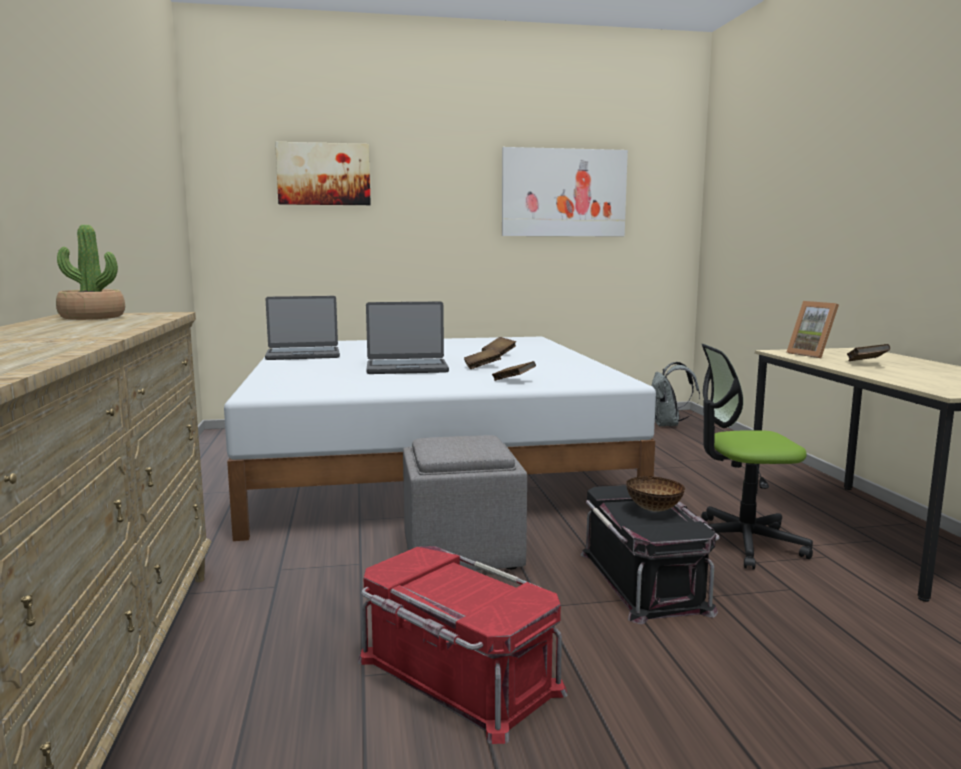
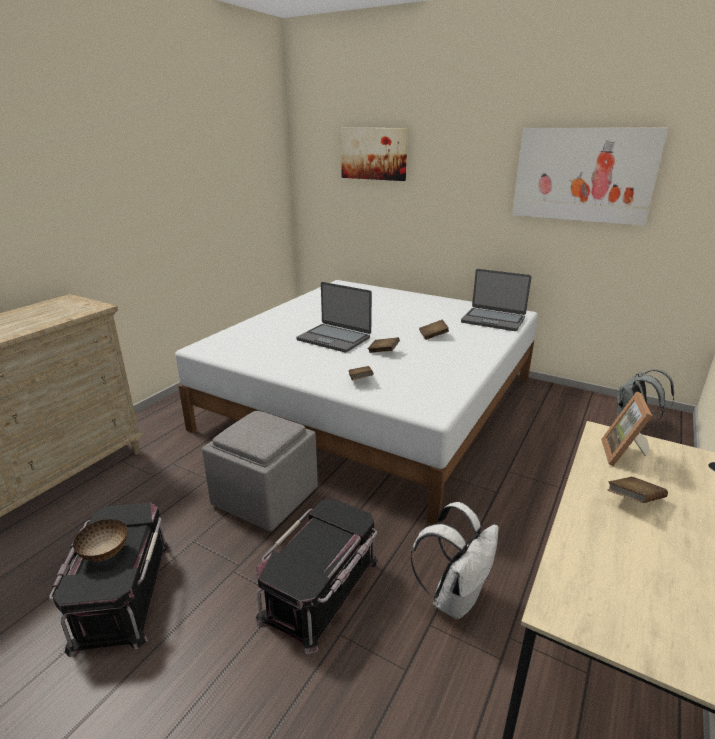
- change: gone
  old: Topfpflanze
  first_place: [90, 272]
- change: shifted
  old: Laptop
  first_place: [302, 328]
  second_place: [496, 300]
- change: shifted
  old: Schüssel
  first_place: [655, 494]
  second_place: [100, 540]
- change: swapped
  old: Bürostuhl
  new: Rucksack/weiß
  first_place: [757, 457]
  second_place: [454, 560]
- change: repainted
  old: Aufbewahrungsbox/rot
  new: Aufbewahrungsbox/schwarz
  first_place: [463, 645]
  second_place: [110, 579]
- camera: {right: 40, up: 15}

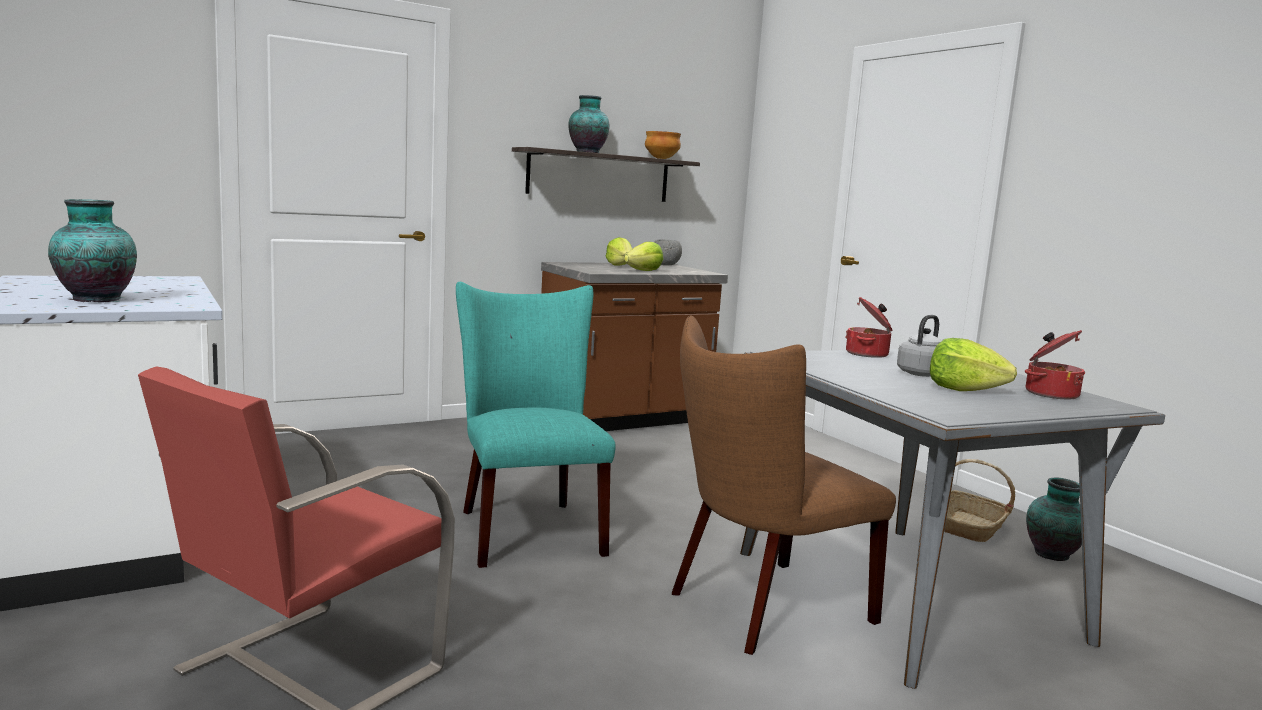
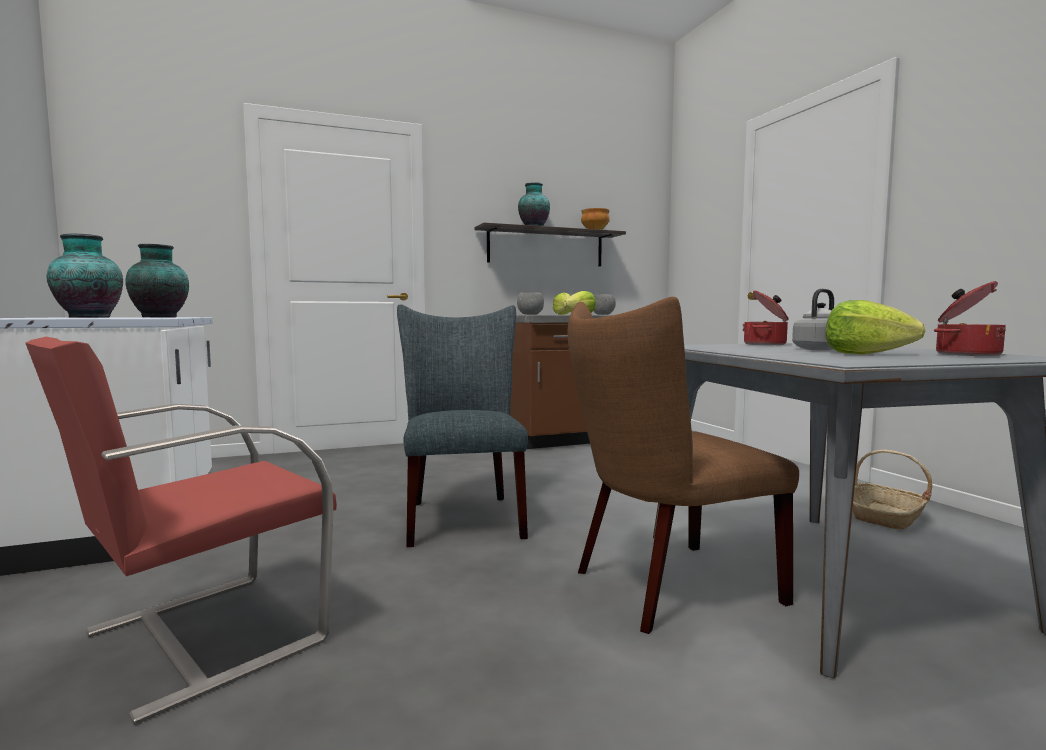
- change: new
  new: Schüssel/grau
  second_place: [530, 303]
- change: shifted
  old: Vase
  first_place: [1054, 519]
  second_place: [157, 280]
- change: repainted
  old: Stuhl/türkis
  new: Stuhl/grau
  first_place: [536, 425]
  second_place: [462, 425]
- camera: {right: 10, up: -5}

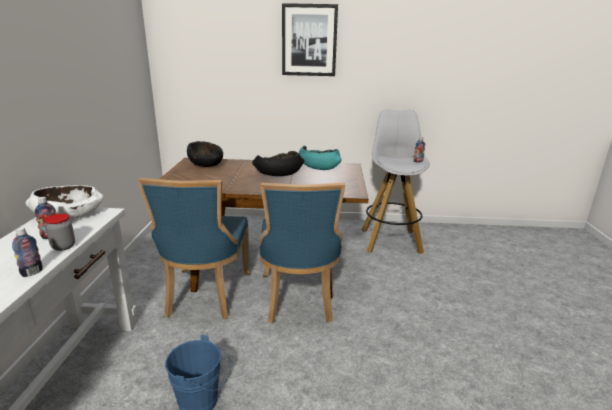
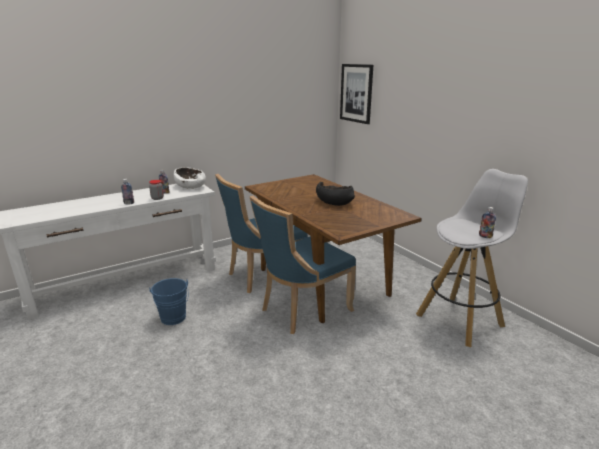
- change: gone
  old: Schüssel/schwarz
  first_place: [205, 154]
- change: gone
  old: Schüssel/türkis
  first_place: [320, 158]
- change: shifted
  old: Bild
  first_place: [310, 39]
  second_place: [356, 94]
- camera: {right: 55, up: 0}

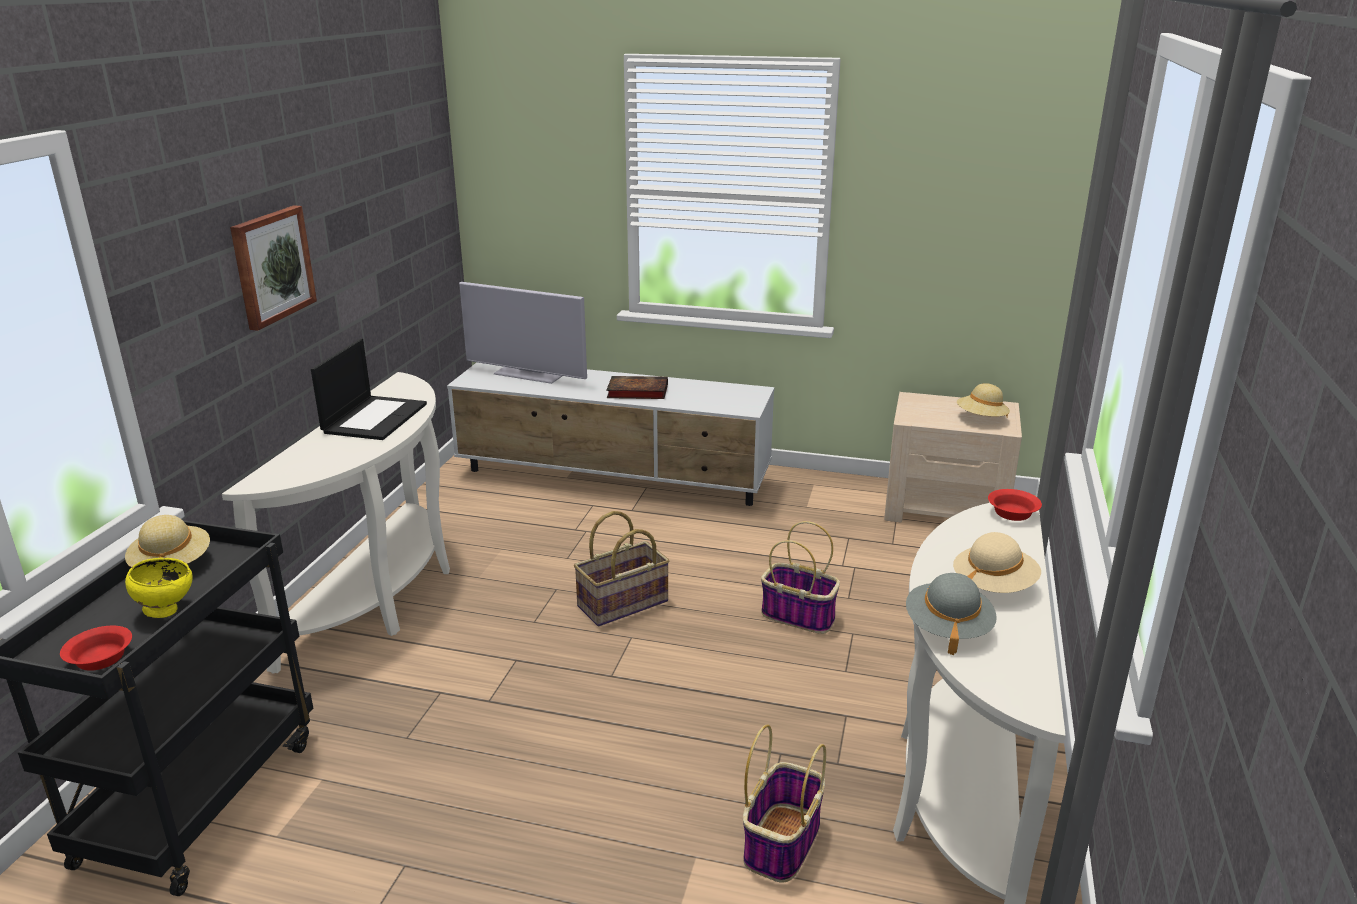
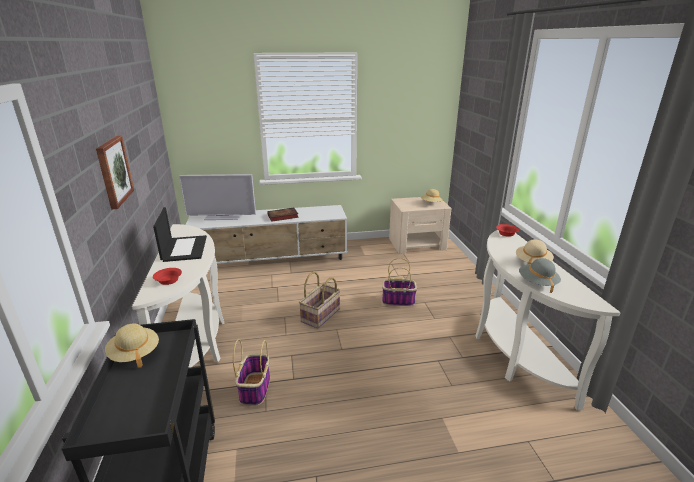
- change: gone
  old: Schüssel/gelb
  first_place: [159, 587]
- change: shifted
  old: Schüssel/rot
  first_place: [96, 648]
  second_place: [167, 276]
- change: shifted
  old: Korb
  first_place: [784, 803]
  second_place: [251, 372]
- camera: {right: -25, up: 0}

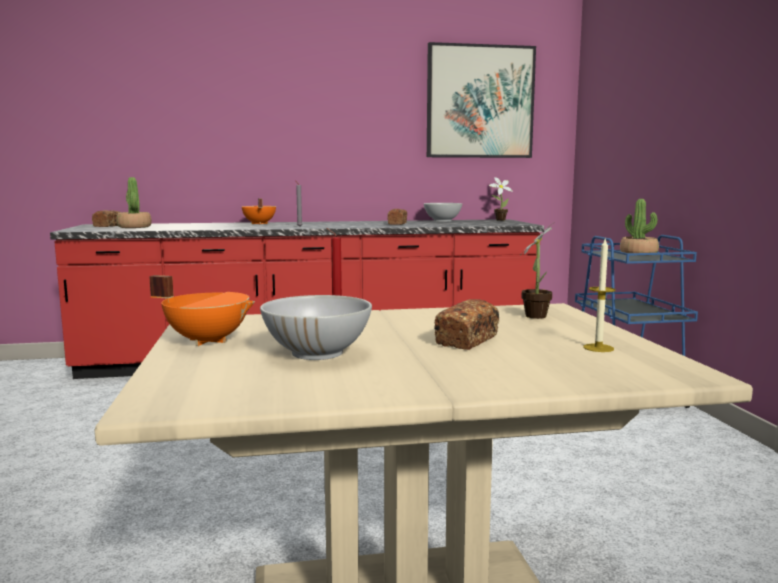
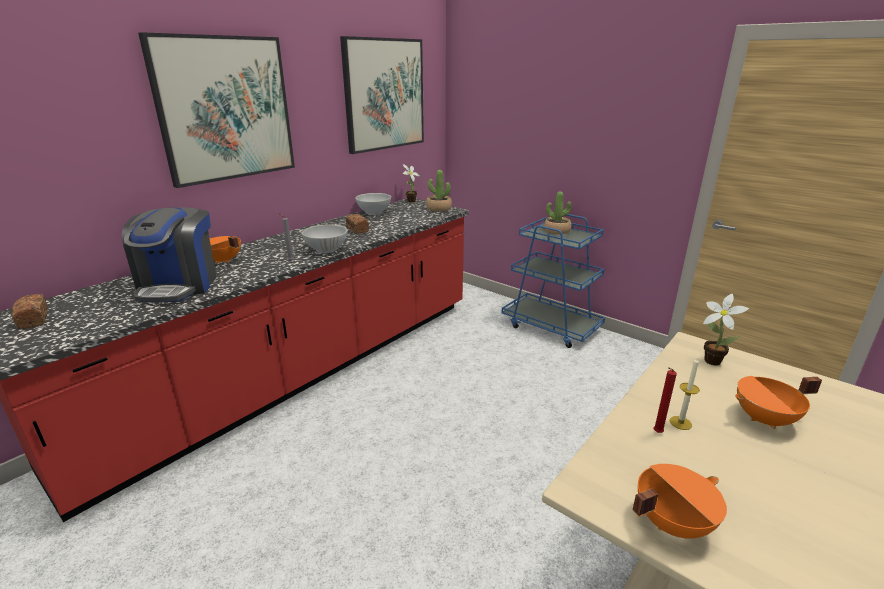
- change: new
  new: Kaffeemaschine
  second_place: [169, 254]
- change: new
  new: Bild
  second_place: [216, 110]
- change: shifted
  old: Topfpflanze
  first_place: [134, 202]
  second_place: [439, 191]
- change: shifted
  old: Schüssel/weiß
  first_place: [316, 327]
  second_place: [324, 238]
- change: shifted
  old: Kerze
  first_place: [599, 295]
  second_place: [685, 393]
- change: swapped
  old: Brot
  new: Kochtopf/orange
  first_place: [466, 324]
  second_place: [778, 402]
- camera: {right: -40, up: 15}

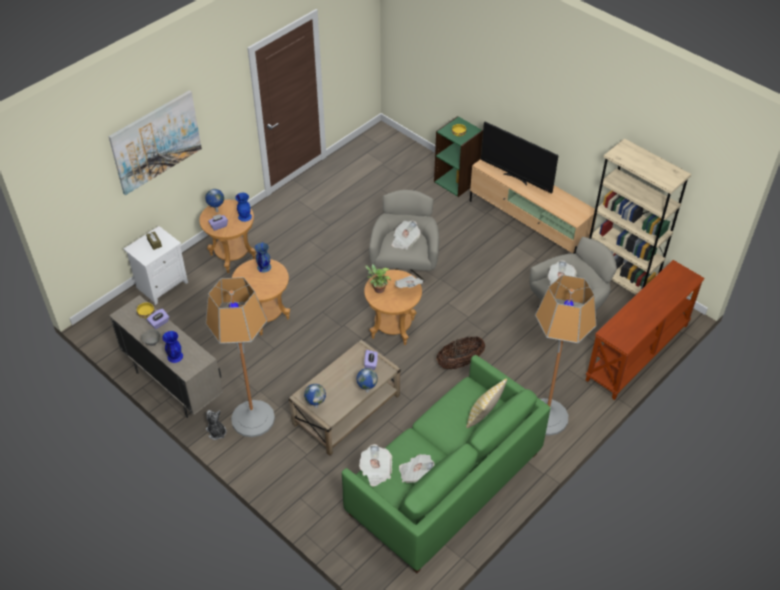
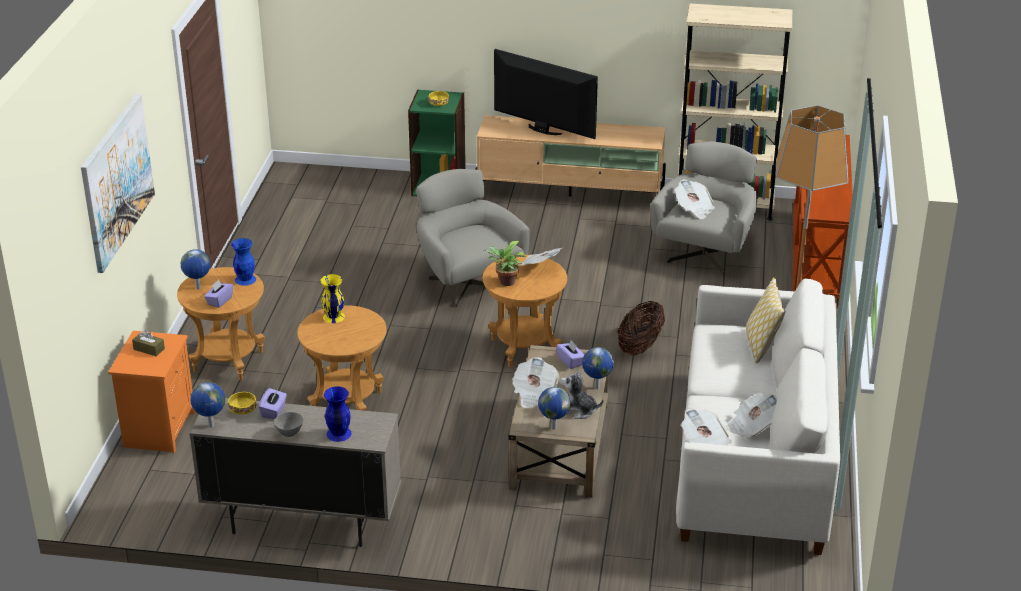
- change: gone
  old: Stehlampe
  first_place: [240, 357]
- change: new
  new: Globus
  second_place: [208, 404]
- change: shifted
  old: Plüschtier
  first_place: [216, 425]
  second_place: [581, 394]
- change: shifted
  old: Zeitung
  first_place: [406, 235]
  second_place: [535, 382]
- change: repainted
  old: Nachttisch/weiß
  new: Nachttisch/orange
  first_place: [155, 265]
  second_place: [151, 392]
- change: repainted
  old: Vase/blau
  new: Vase/gelb
  first_place: [263, 257]
  second_place: [332, 298]
- change: repainted
  old: Sofa/grün
  new: Sofa/weiß
  first_place: [446, 464]
  second_place: [758, 417]
- change: rotated
  old: Fernseher
  first_place: [520, 158]
  second_place: [546, 94]
  degrees: -150
- camera: {right: -35, up: -15}

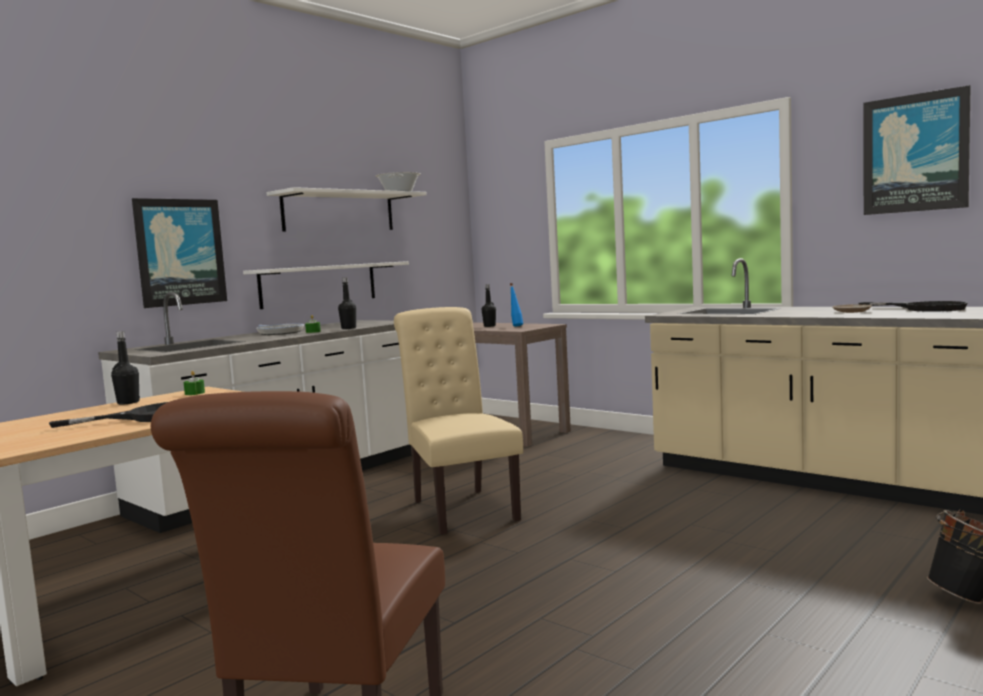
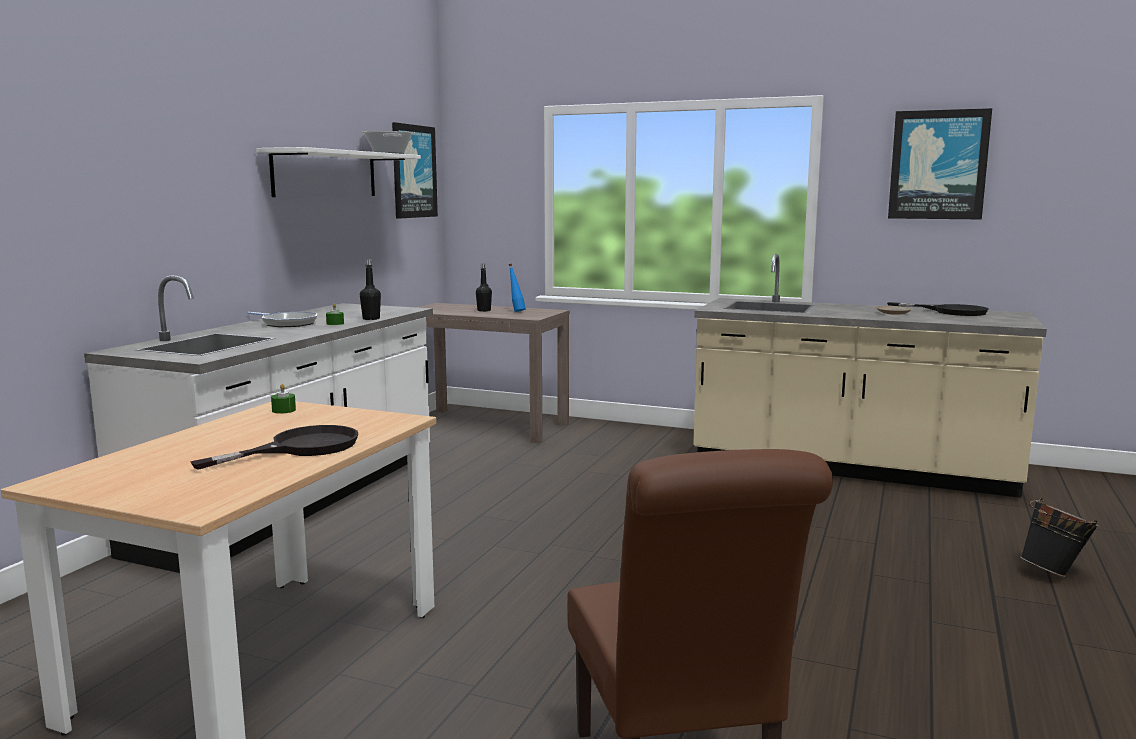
- change: gone
  old: Flasche/schwarz
  first_place: [125, 368]
- change: gone
  old: Wandregal/weiß
  first_place: [326, 285]
- change: gone
  old: Stuhl/beige
  first_place: [458, 421]
- change: shifted
  old: Bild
  first_place: [179, 253]
  second_place: [415, 170]
- camera: {right: -20, up: 5}

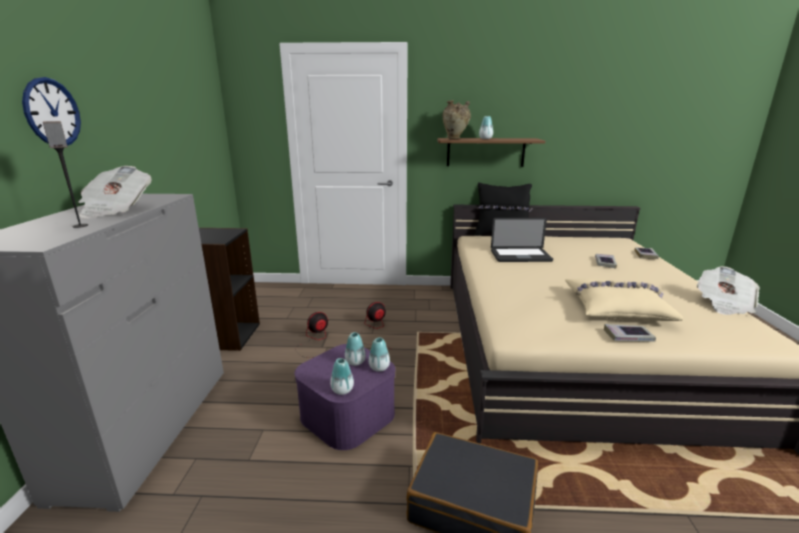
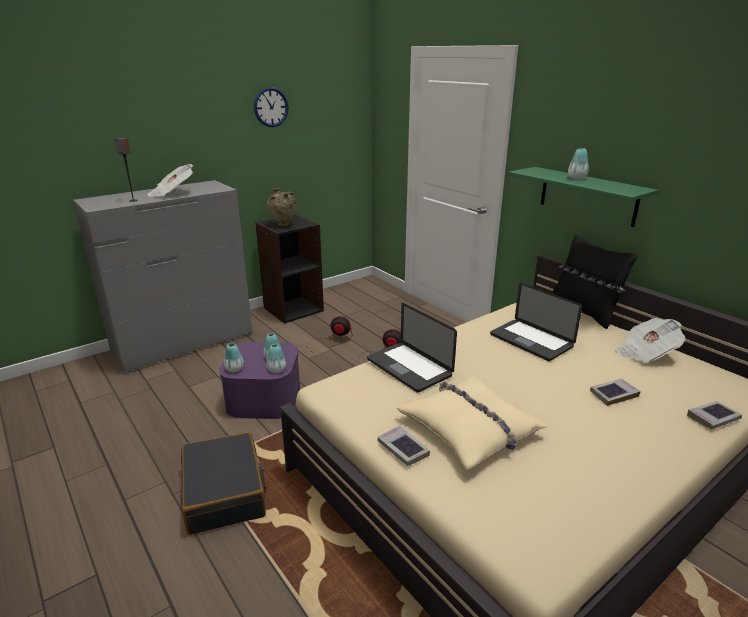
- change: new
  new: Laptop
  second_place: [412, 348]
- change: shifted
  old: Wanduhr
  first_place: [51, 111]
  second_place: [271, 107]
- change: shifted
  old: Vase/beige
  first_place: [456, 119]
  second_place: [281, 207]
- change: shifted
  old: Zeitung
  first_place: [728, 290]
  second_place: [650, 341]
- change: repainted
  old: Wandregal/braun
  new: Wandregal/grün
  first_place: [491, 152]
  second_place: [583, 197]
- camera: {right: 50, up: 5}

